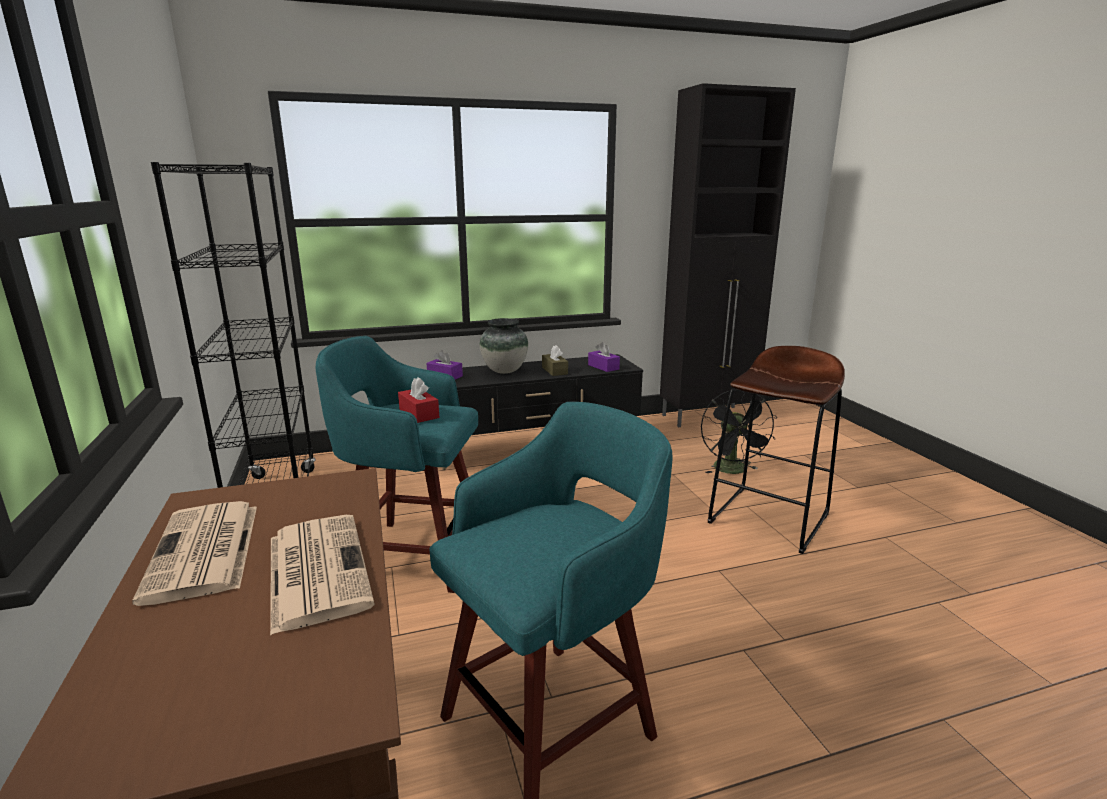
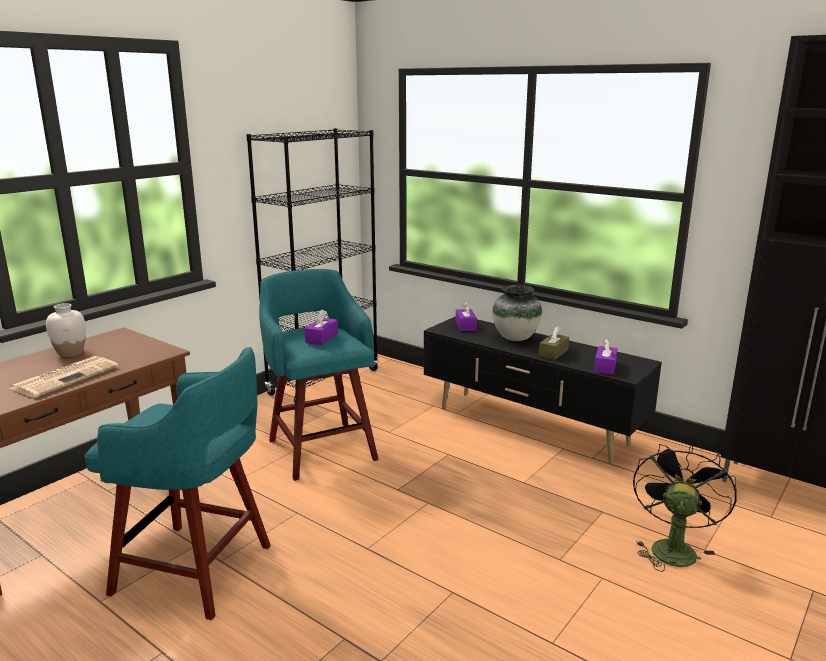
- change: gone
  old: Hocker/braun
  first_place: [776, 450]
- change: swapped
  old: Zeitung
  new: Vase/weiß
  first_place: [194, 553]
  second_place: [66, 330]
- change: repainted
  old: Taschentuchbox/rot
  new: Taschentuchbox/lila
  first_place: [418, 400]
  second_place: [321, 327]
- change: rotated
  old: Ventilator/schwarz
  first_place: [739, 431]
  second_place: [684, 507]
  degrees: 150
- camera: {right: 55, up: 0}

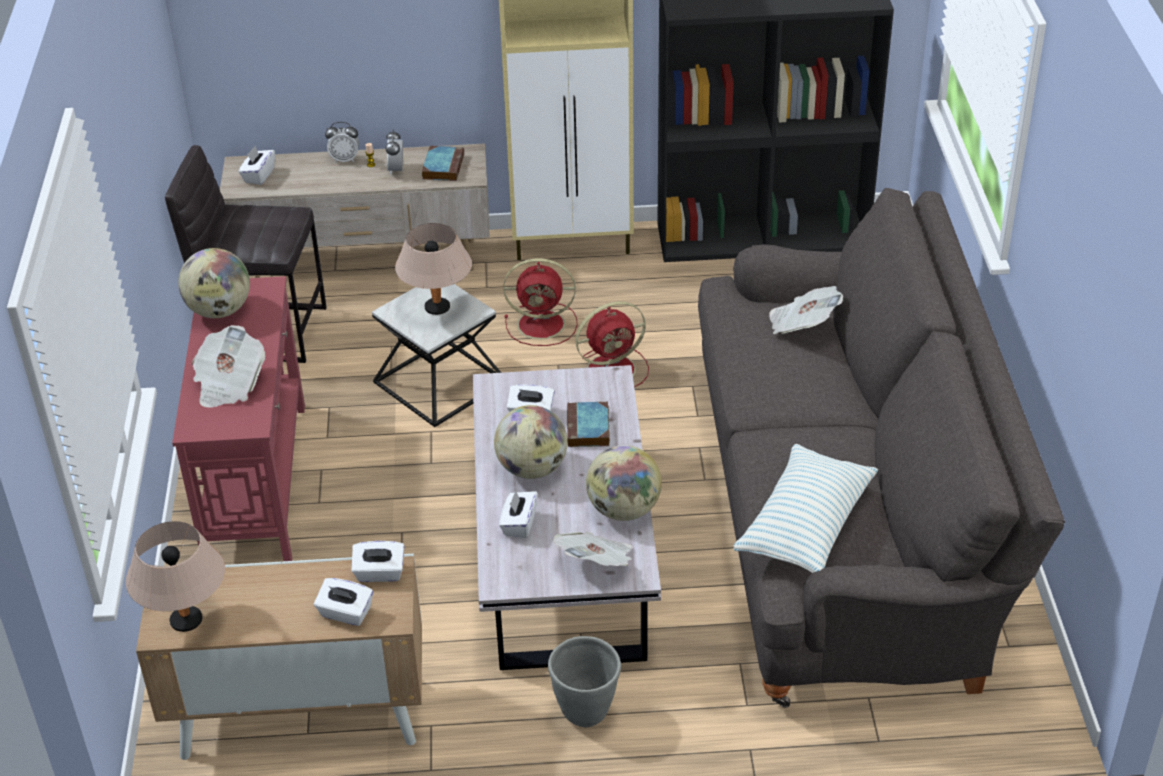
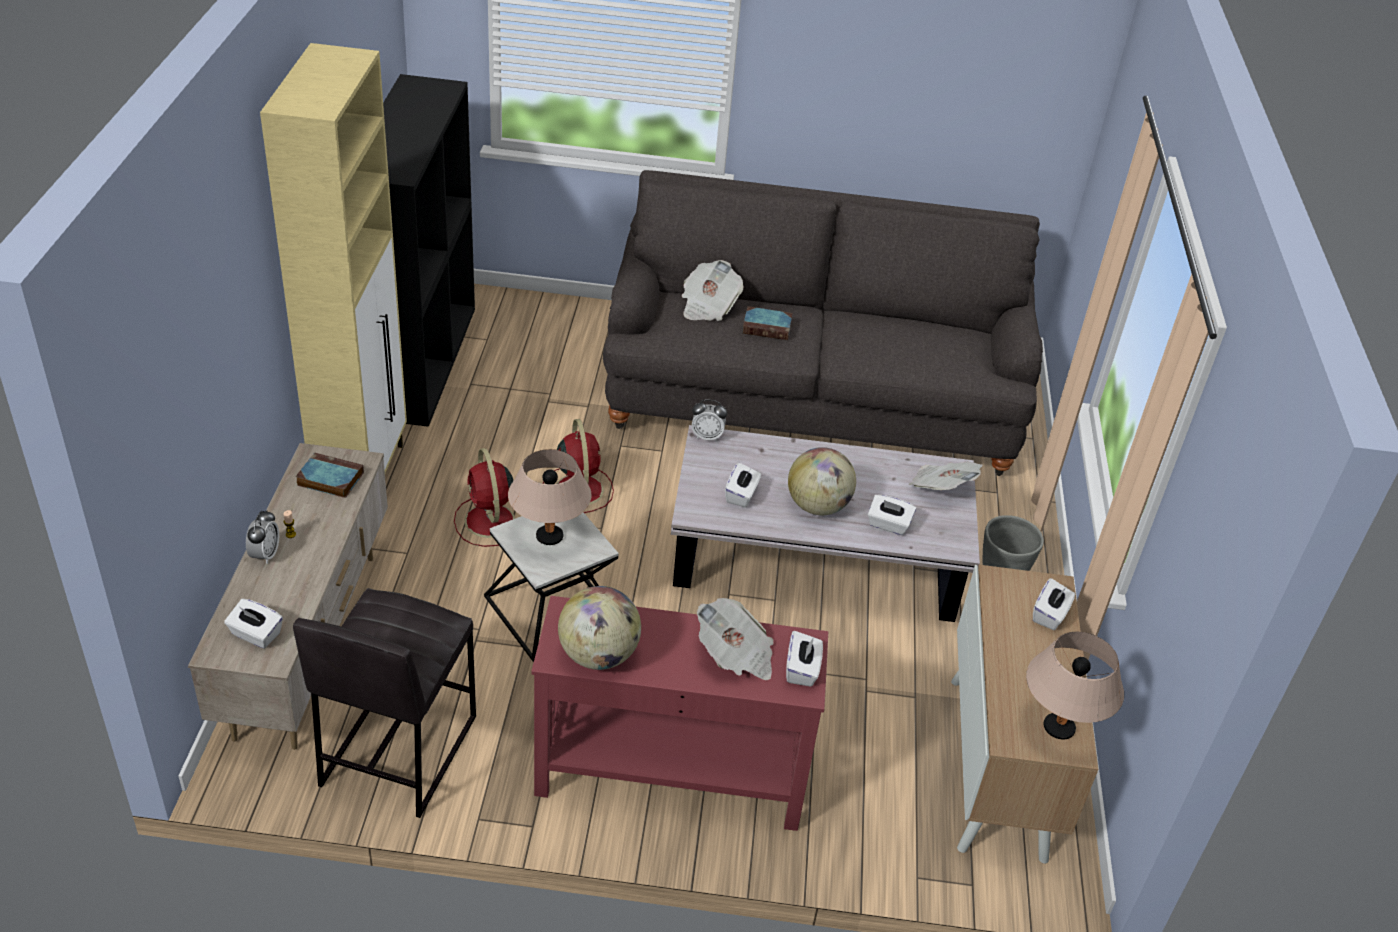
- change: gone
  old: Globus
  first_place: [624, 483]
- change: gone
  old: Kissen
  first_place: [805, 508]
- change: shifted
  old: Taschentuchbox/weiß
  first_place: [377, 561]
  second_place: [804, 659]
- change: shifted
  old: Wecker
  first_place: [394, 152]
  second_place: [709, 420]
- change: shifted
  old: Buch
  first_place: [588, 424]
  second_place: [767, 323]
- change: rotated
  old: Ventilator/rot
  first_place: [540, 302]
  second_place: [484, 497]
  degrees: 150
- camera: {right: -85, up: 0}

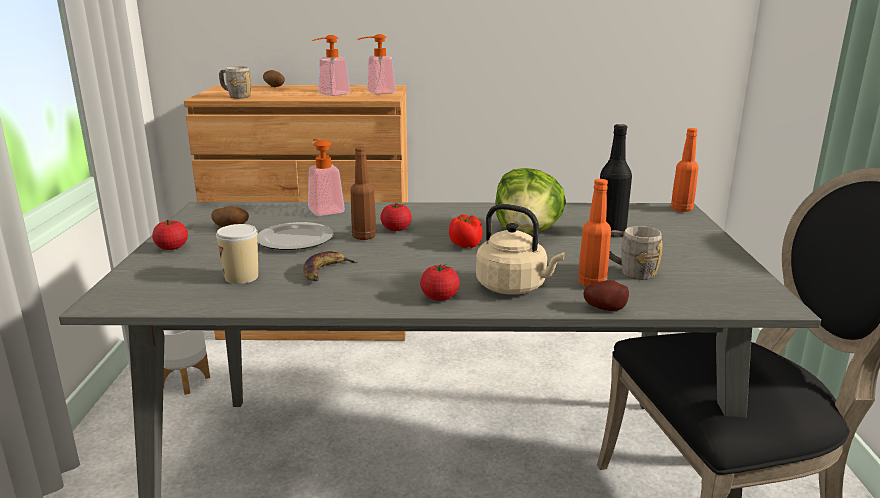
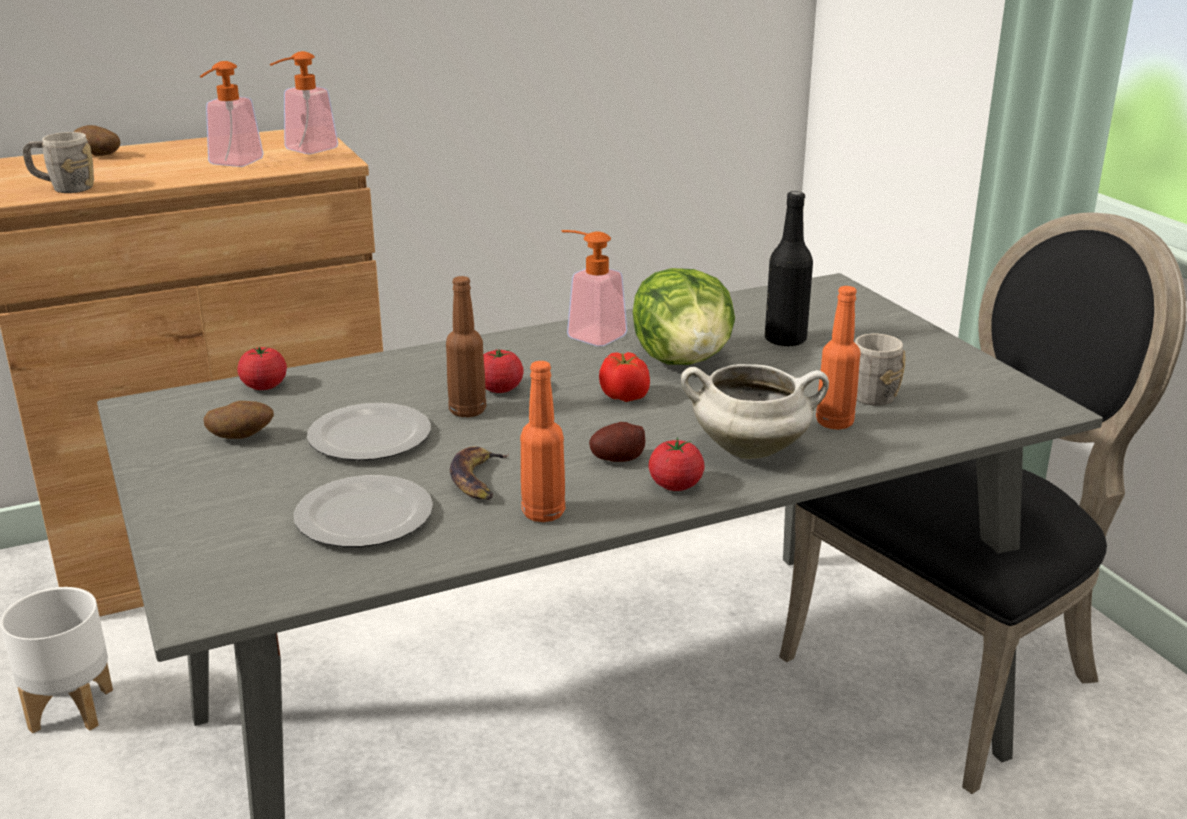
- change: shifted
  old: Tomate
  first_place: [170, 235]
  second_place: [262, 368]
- change: shifted
  old: Seifenspender
  first_place: [326, 177]
  second_place: [594, 288]
- change: shifted
  old: Kartoffel
  first_place: [606, 295]
  second_place: [617, 442]
- change: shifted
  old: Flasche/orange
  first_place: [685, 170]
  second_place: [542, 441]
- change: swapped
  old: Tasse
  new: Teller
  first_place: [237, 254]
  second_place: [363, 511]
- change: swapped
  old: Wasserkessel/beige
  new: Kochtopf/weiß
  first_place: [520, 249]
  second_place: [755, 411]
- camera: {right: -25, up: 5}

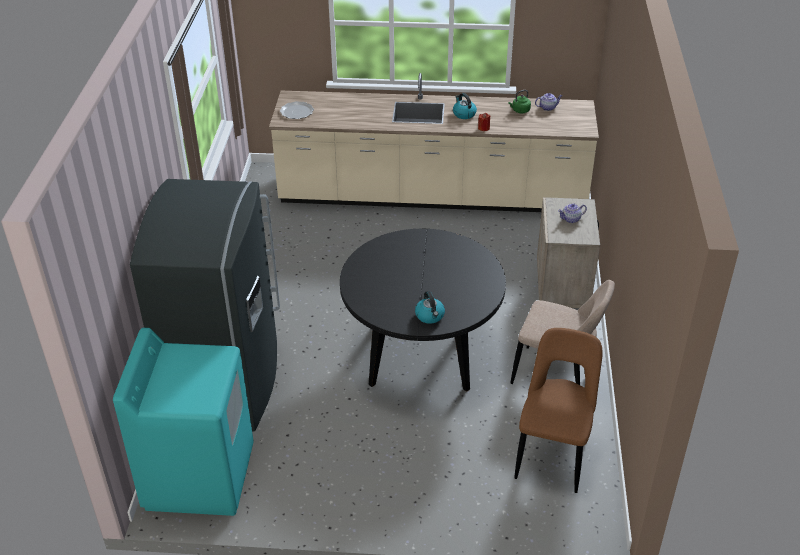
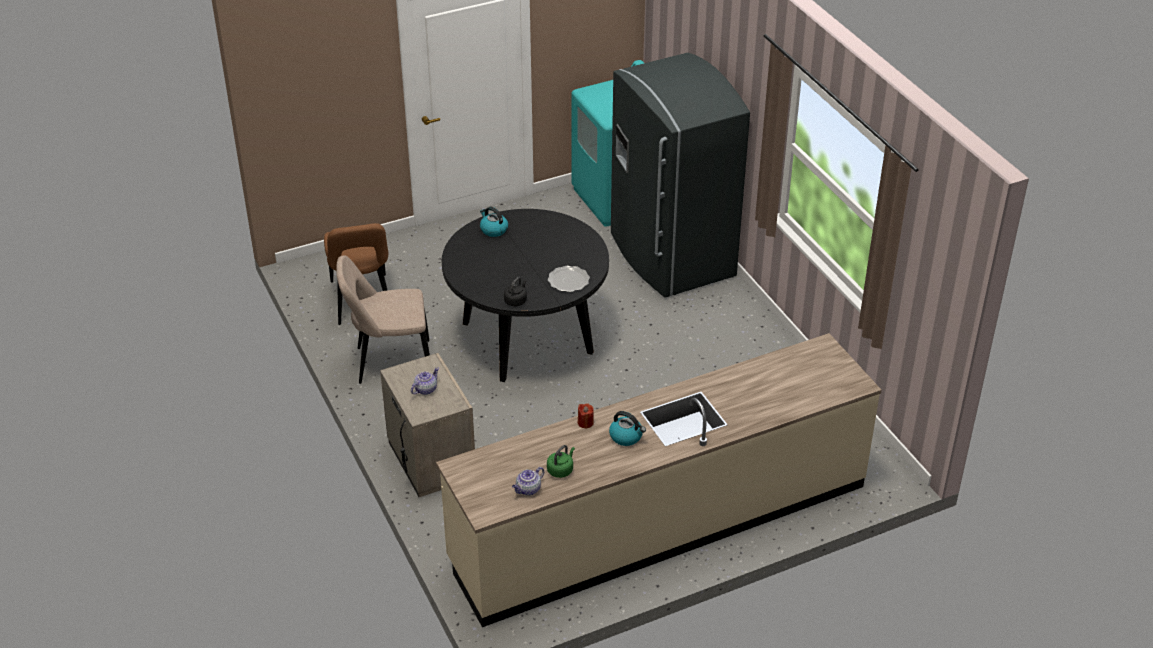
- change: new
  new: Wasserkessel/schwarz
  second_place: [515, 291]
- change: shifted
  old: Teller
  first_place: [297, 110]
  second_place: [569, 279]
- camera: {right: 150, up: 0}

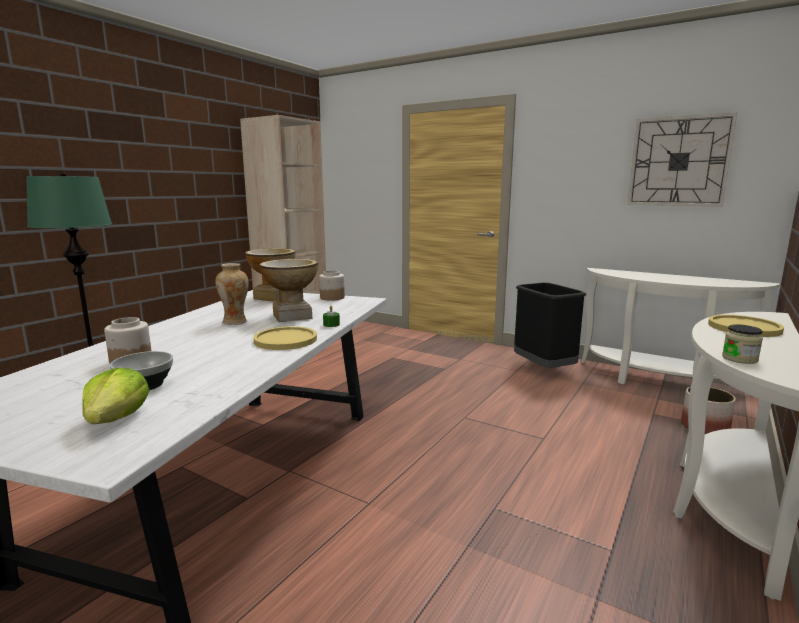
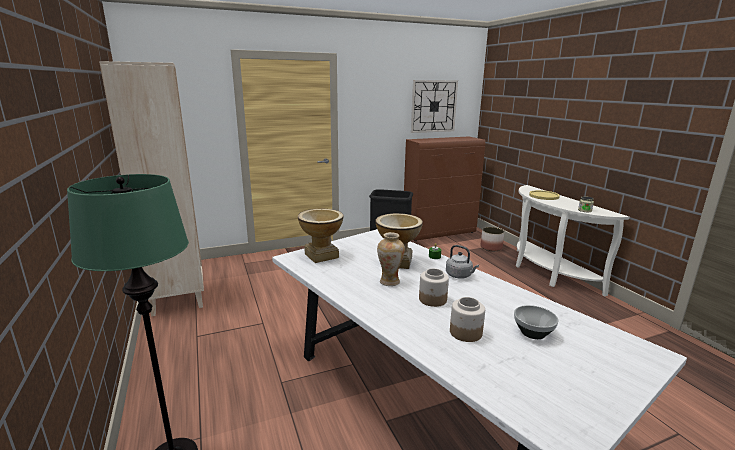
- change: gone
  old: Salatkopf
  first_place: [116, 396]
- change: shifted
  old: Vorratsglas
  first_place: [332, 285]
  second_place: [434, 287]
- change: swapped
  old: Teller/gelb
  new: Wasserkessel/grau
  first_place: [285, 338]
  second_place: [462, 262]
- change: swapped
  old: Konsolentisch/weiß
  new: Schrank/braun
  first_place: [680, 326]
  second_place: [444, 189]
- camera: {right: -55, up: 5}

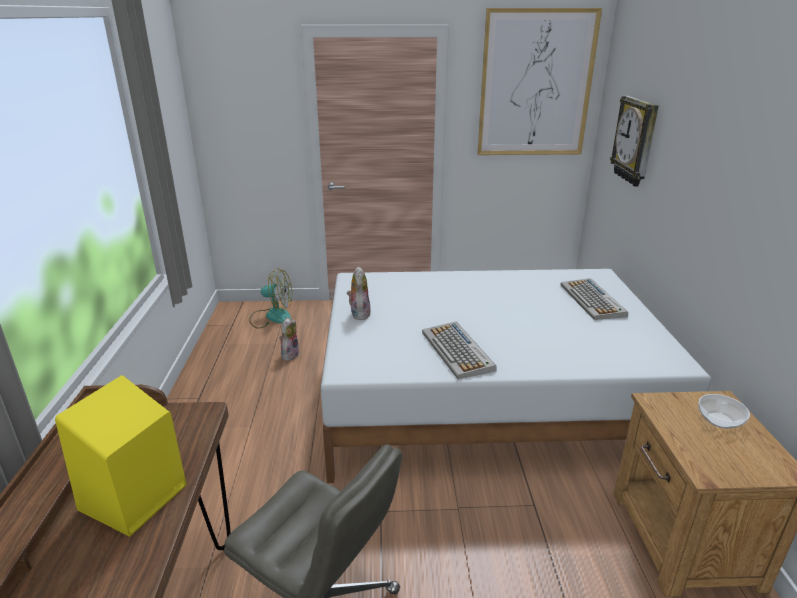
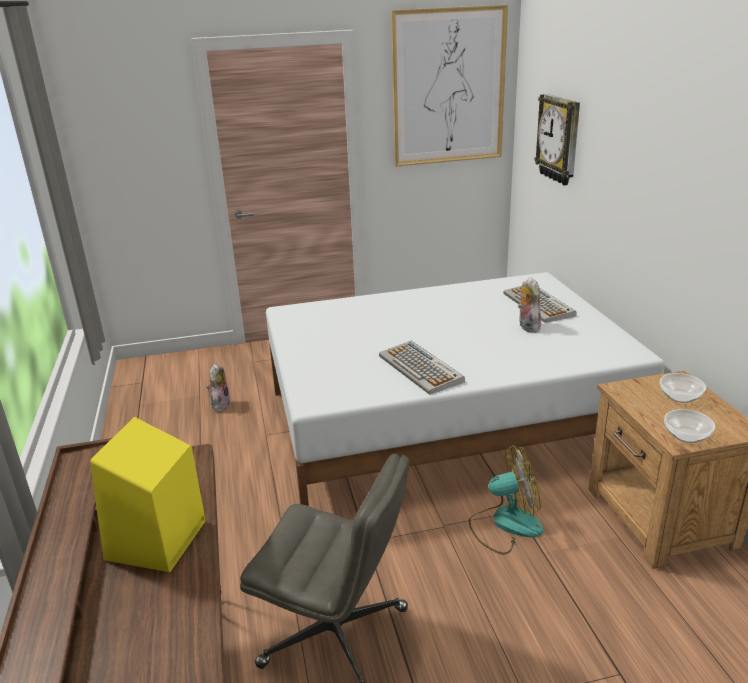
- change: new
  new: Schüssel
  second_place: [689, 426]
- change: shifted
  old: Ventilator
  first_place: [270, 298]
  second_place: [506, 499]
- change: shifted
  old: Plüschtier
  first_place: [359, 293]
  second_place: [529, 305]
- camera: {right: -10, up: 0}

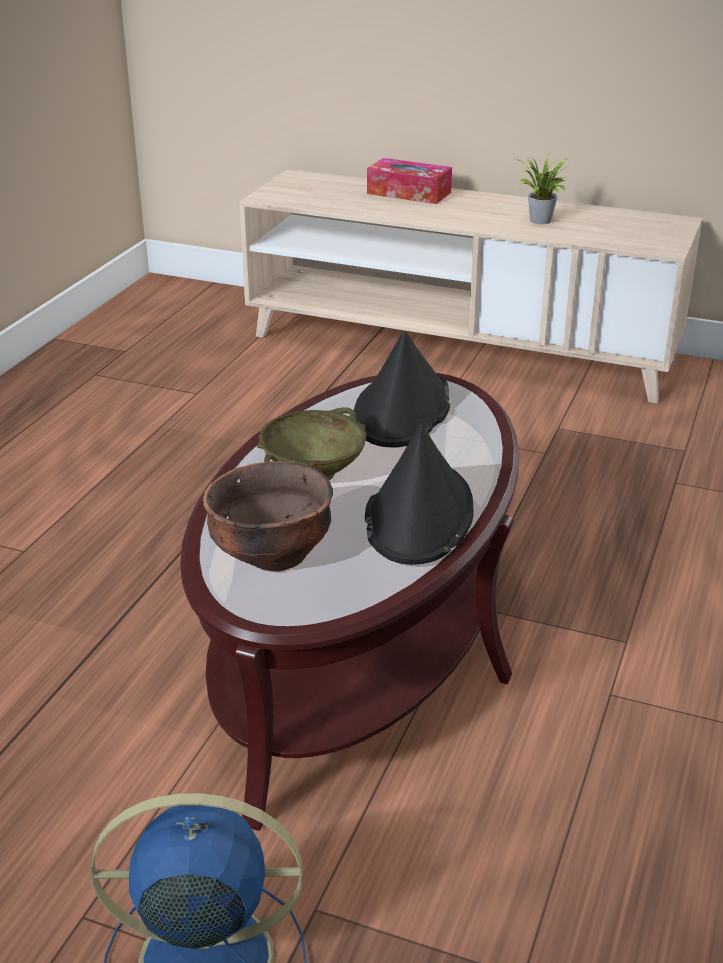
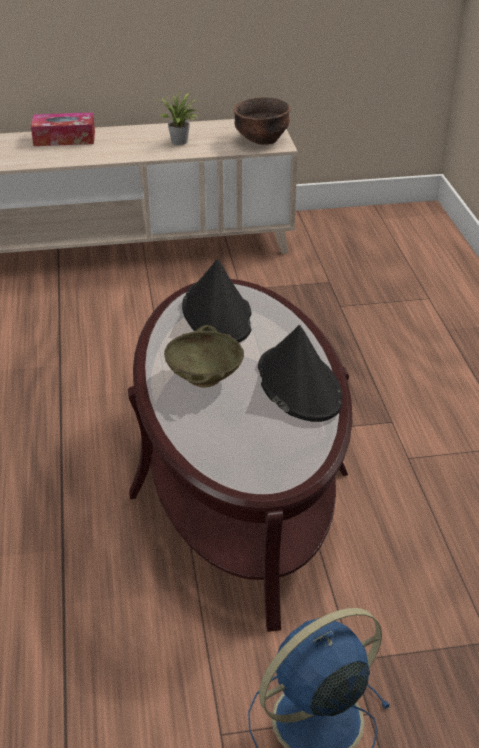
- change: shifted
  old: Schüssel/braun
  first_place: [268, 516]
  second_place: [262, 121]
- camera: {right: -30, up: 5}

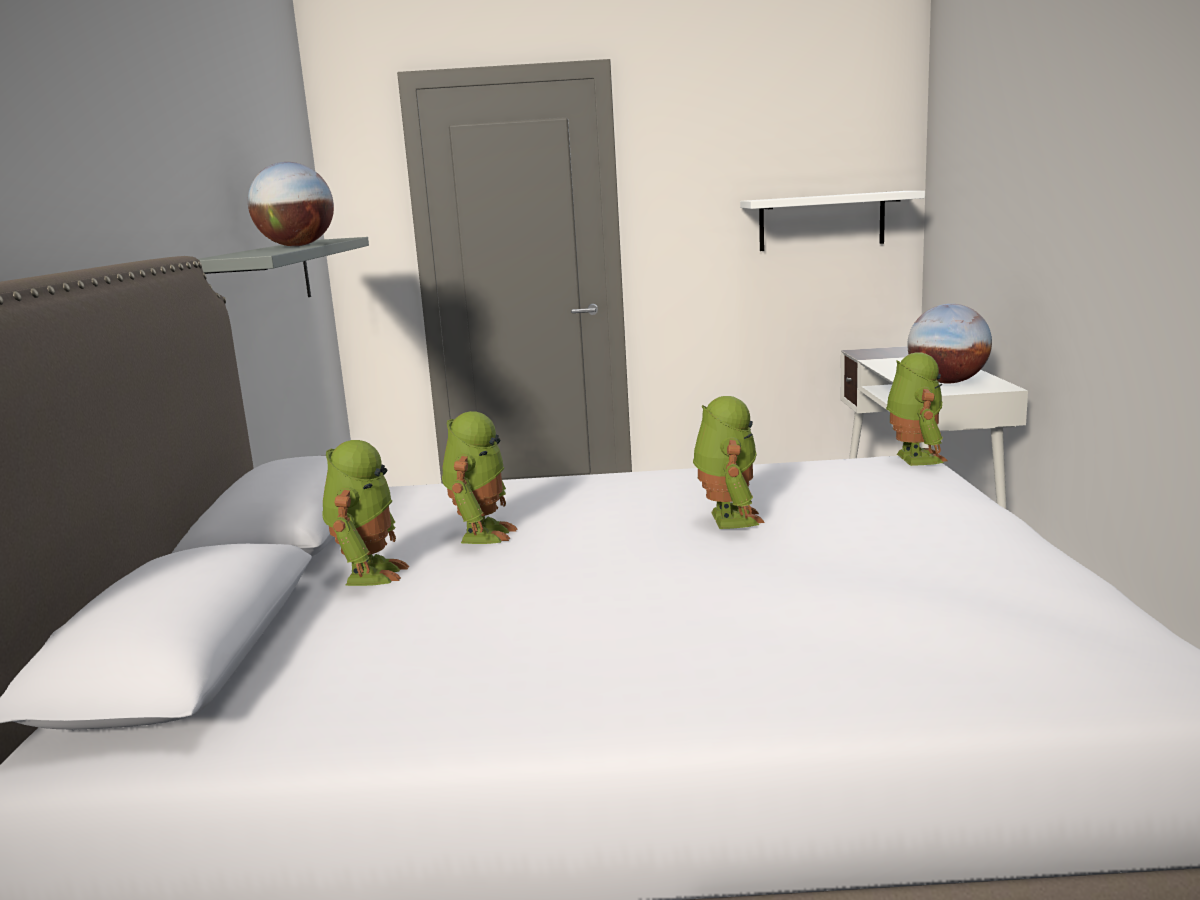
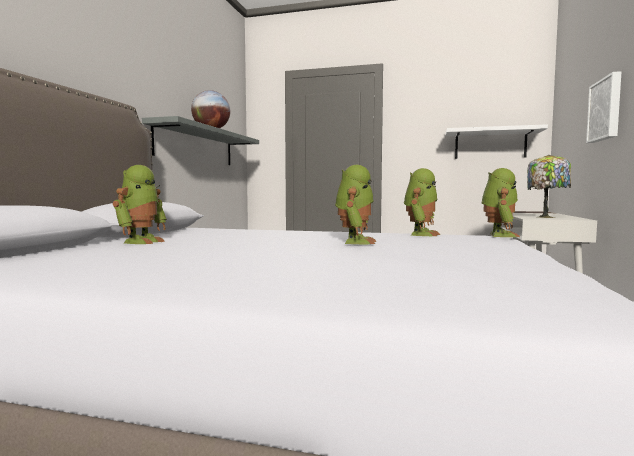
- change: new
  new: Bild
  second_place: [603, 107]
- change: shifted
  old: Spielzeugroboter
  first_place: [480, 477]
  second_place: [422, 202]
- change: swapped
  old: Globus
  new: Tischlampe
  first_place: [949, 344]
  second_place: [549, 186]
- camera: {right: 15, up: -10}

